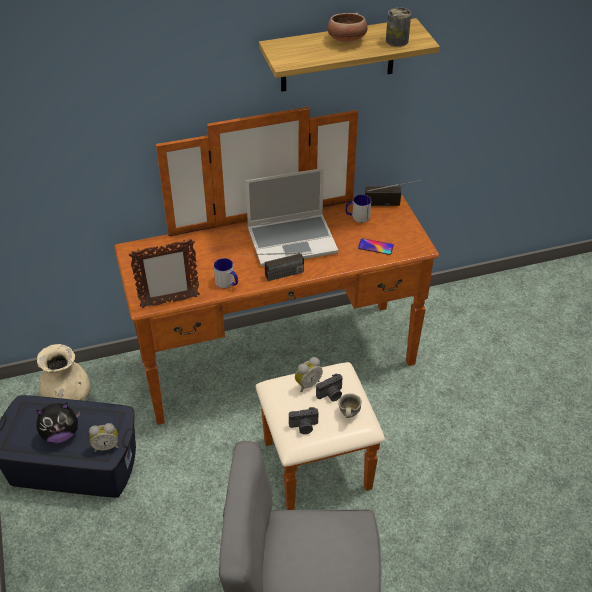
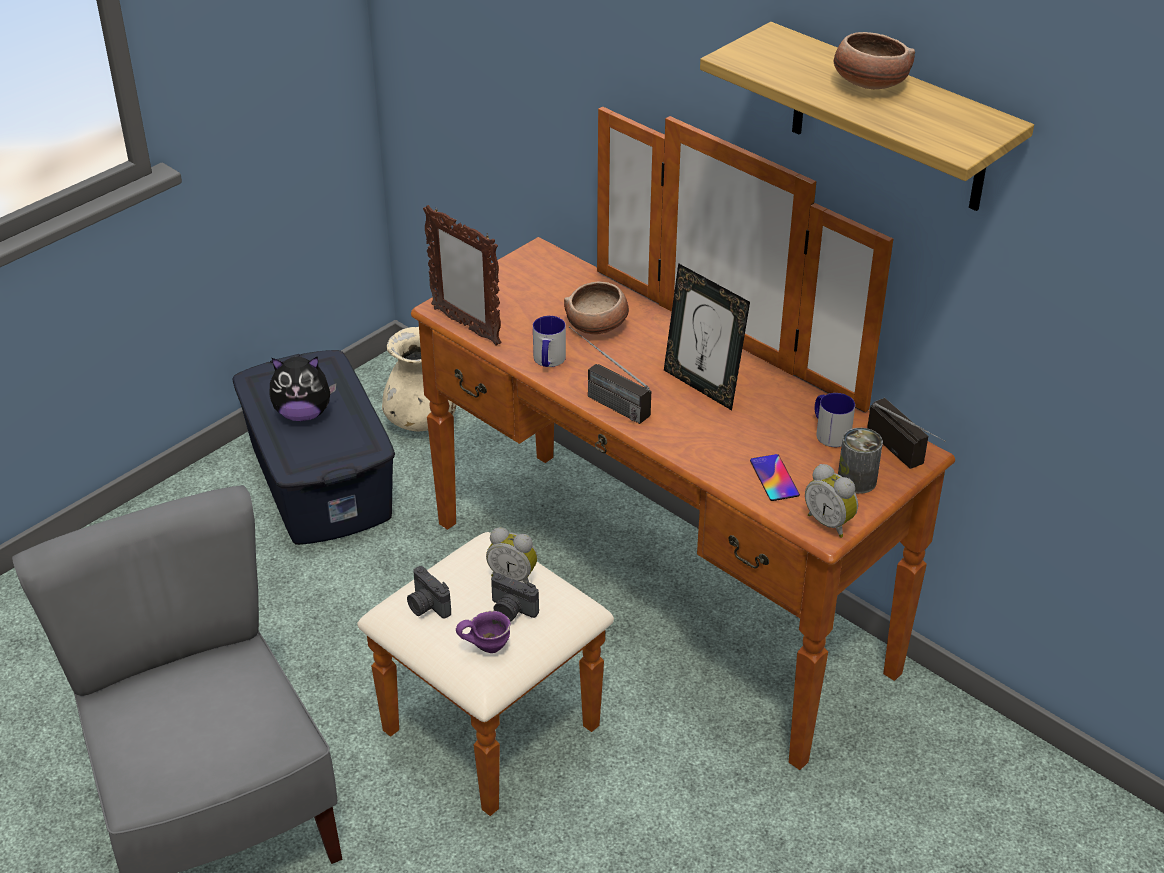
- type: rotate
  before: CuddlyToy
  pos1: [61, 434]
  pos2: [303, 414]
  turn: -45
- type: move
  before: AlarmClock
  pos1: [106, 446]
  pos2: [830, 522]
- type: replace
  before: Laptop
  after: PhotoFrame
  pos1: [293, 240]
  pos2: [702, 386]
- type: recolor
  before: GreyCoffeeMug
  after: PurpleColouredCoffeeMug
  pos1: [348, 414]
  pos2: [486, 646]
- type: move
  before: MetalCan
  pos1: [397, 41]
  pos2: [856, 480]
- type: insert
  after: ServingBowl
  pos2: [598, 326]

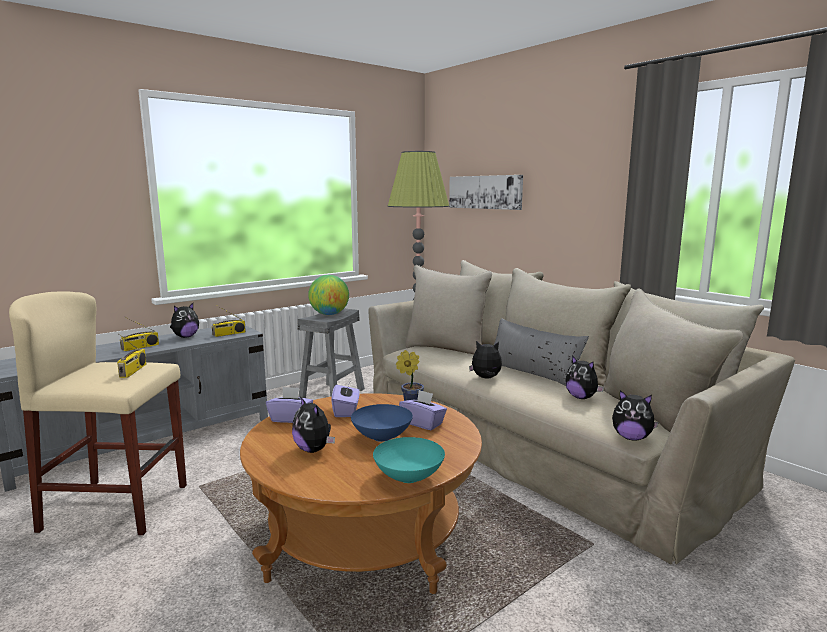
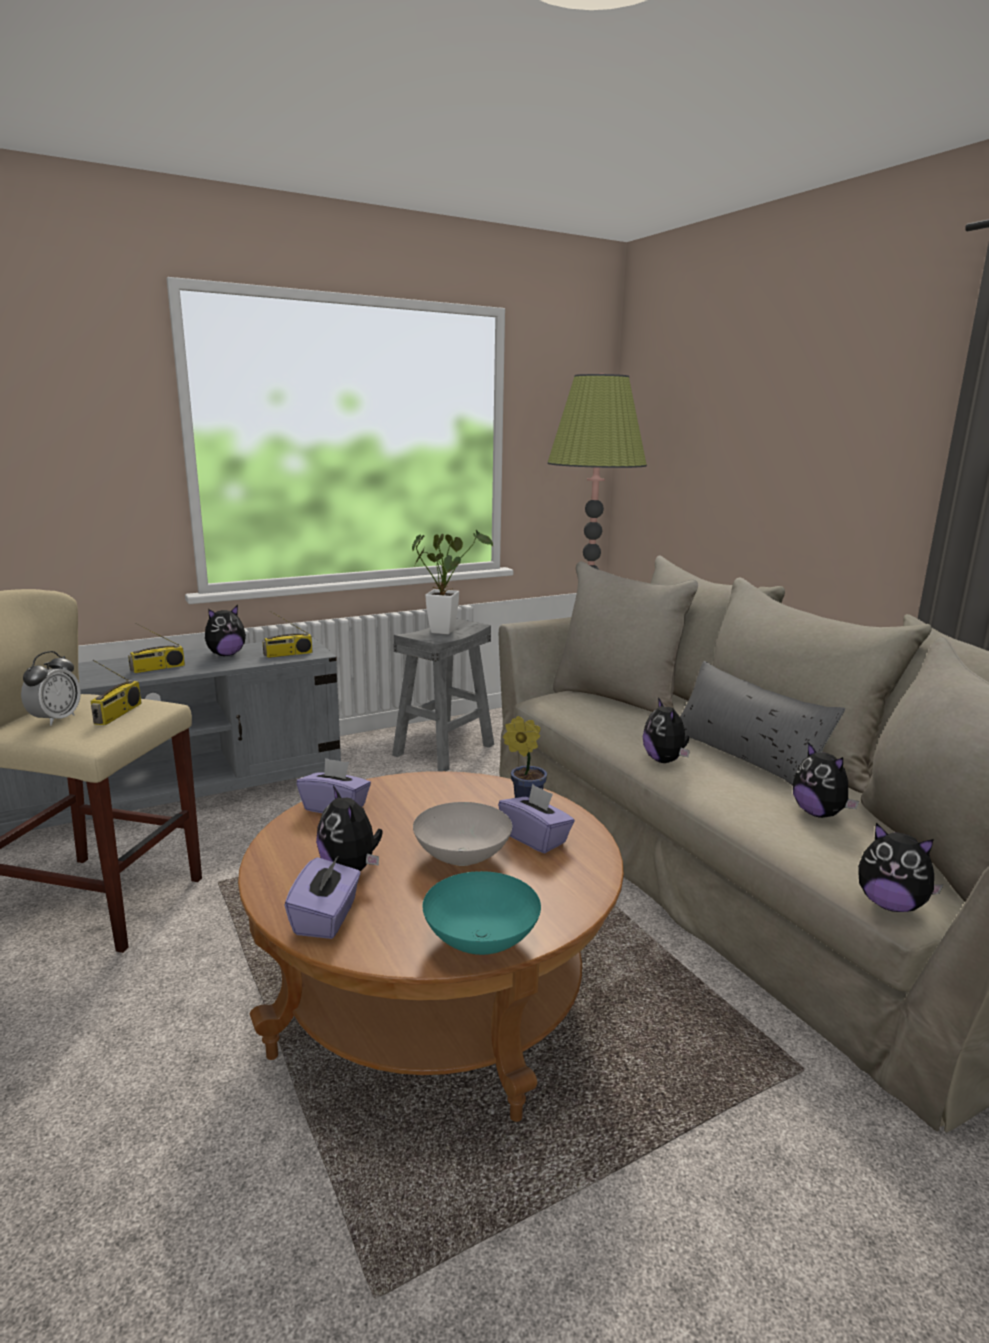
- type: replace
  before: WorldGlobe
  after: Houseplant
  pos1: [329, 314]
  pos2: [445, 630]
- type: move
  before: PurpleColouredBoxOfTissues
  pos1: [346, 411]
  pos2: [326, 918]
- type: recolor
  before: BlueServingBowl
  after: WhiteServingBowl
  pos1: [381, 438]
  pos2: [461, 858]
- type: delete
  before: WallArt
  pos1: [485, 192]
- type: rotate
  before: CuddlyToy
  pos1: [486, 378]
  pos2: [665, 760]
  turn: -120
- type: insert
  after: AlarmClock
  pos2: [55, 719]

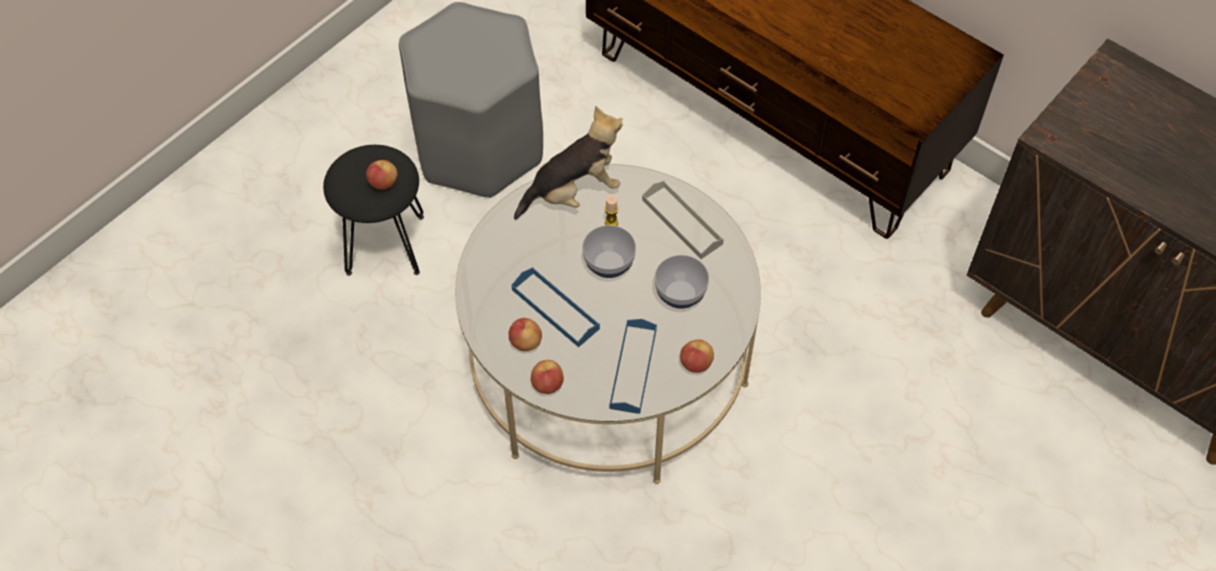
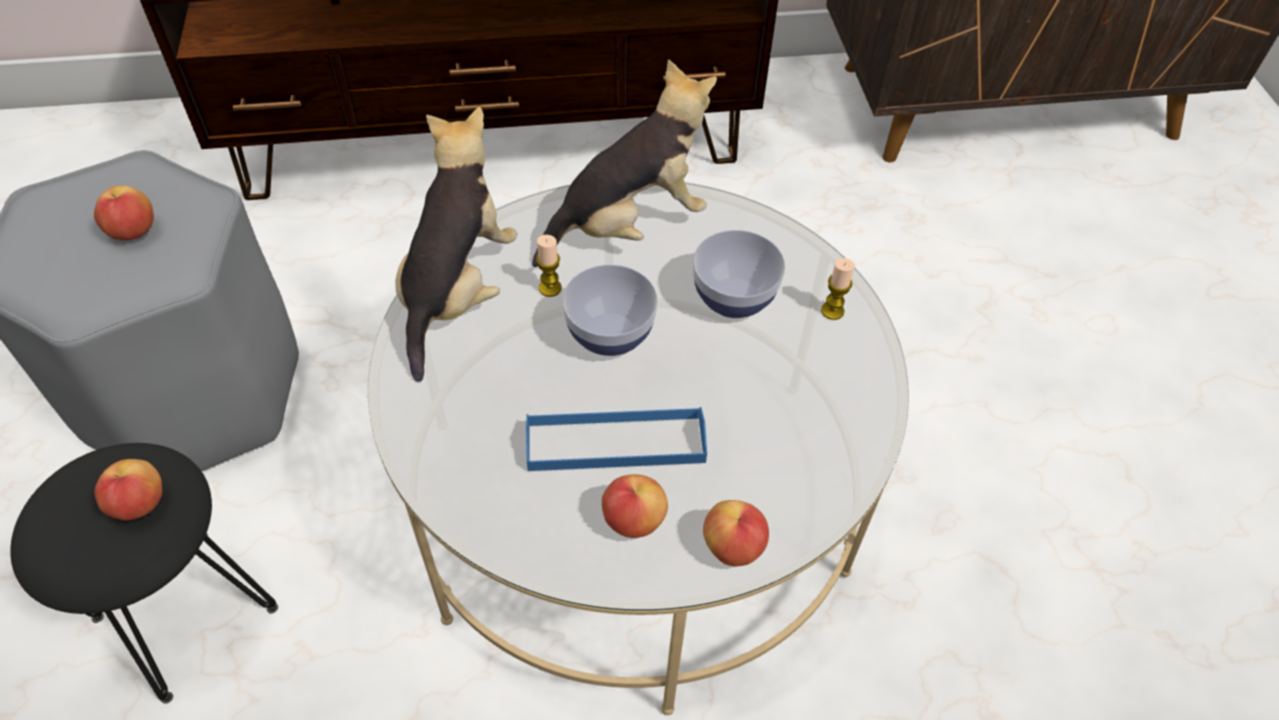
- type: delete
  before: BlueCarryingTray
  pos1: [633, 368]
- type: replace
  before: GreyCarryingTray
  after: CuddlyToy
  pos1: [682, 222]
  pos2: [629, 224]
- type: move
  before: Apple
  pos1: [696, 364]
  pos2: [134, 231]
- type: insert
  after: WaxLight
  pos2: [832, 311]

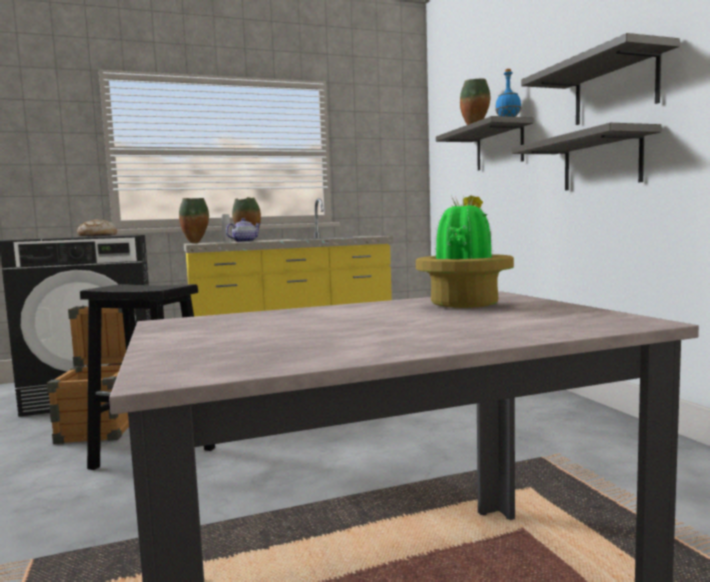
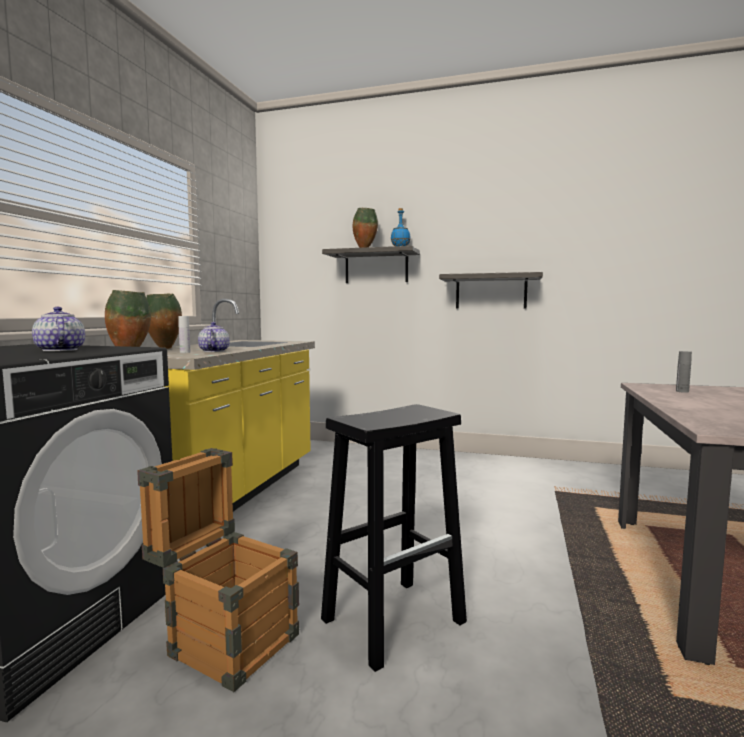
- type: replace
  before: BakeryBread
  after: PotForTea
  pos1: [97, 236]
  pos2: [59, 350]
- type: replace
  before: Houseplant
  after: GreyBeverageBottle
  pos1: [465, 304]
  pos2: [682, 391]
- type: delete
  before: WallShelf
  pos1: [615, 89]

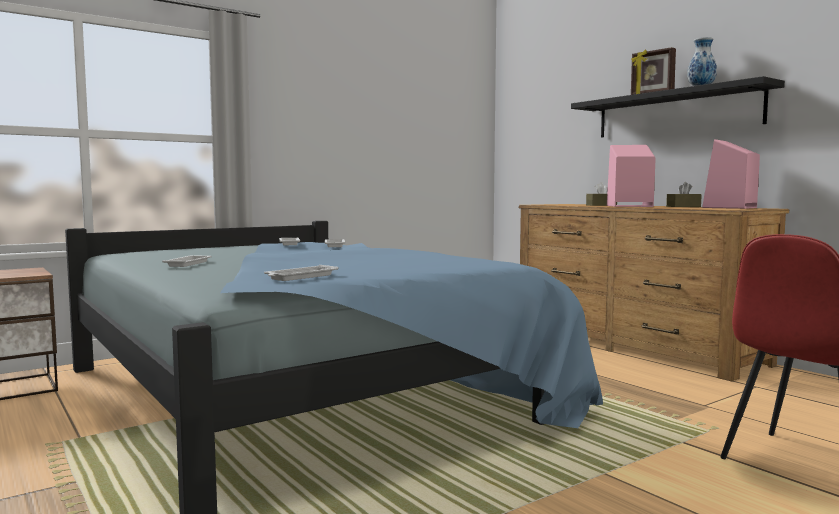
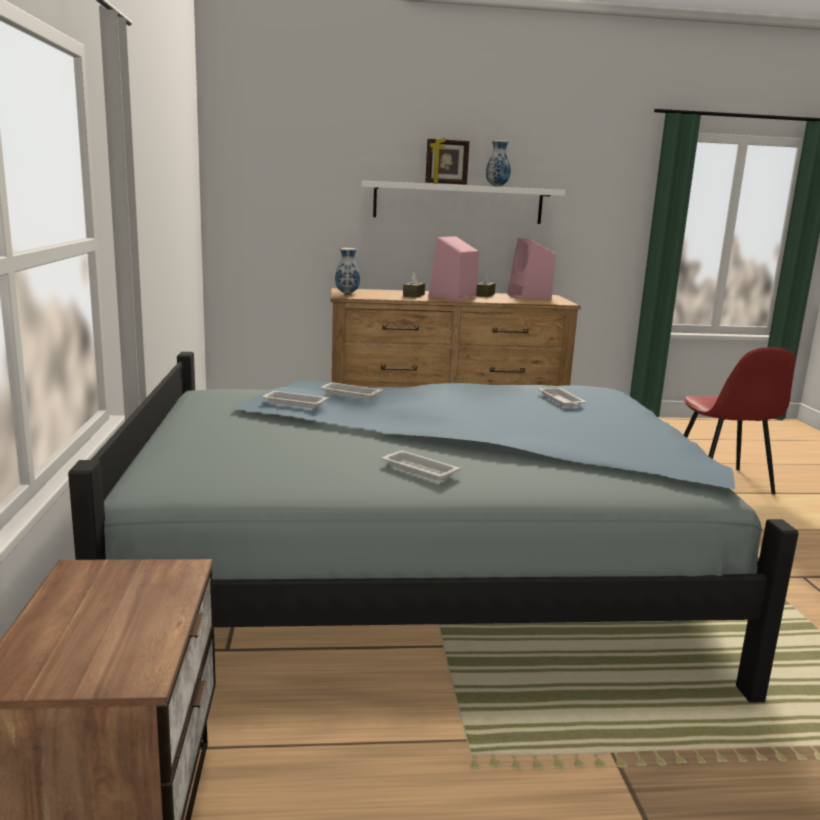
- type: move
  before: WhiteCarryingTray
  pos1: [300, 277]
  pos2: [561, 400]
- type: recolor
  before: BlackishWallShelf
  after: WhiteWallShelf
  pos1: [675, 113]
  pos2: [458, 203]
- type: insert
  after: FlowerVase
  pos2: [347, 293]

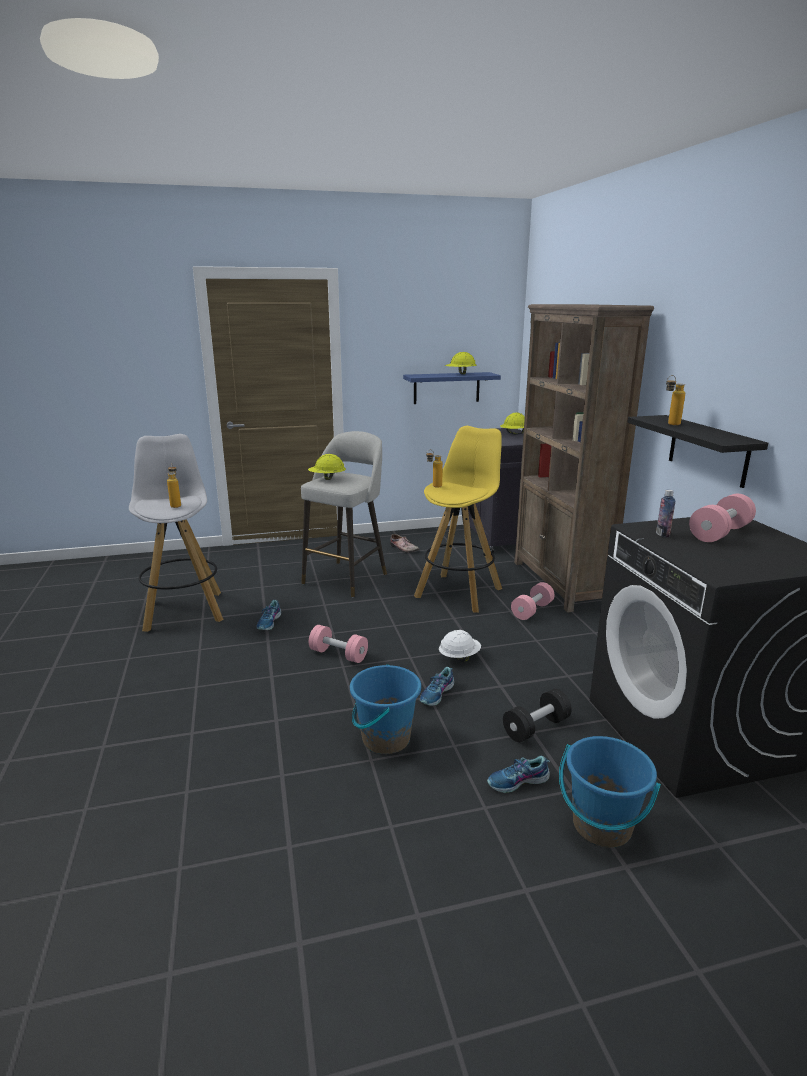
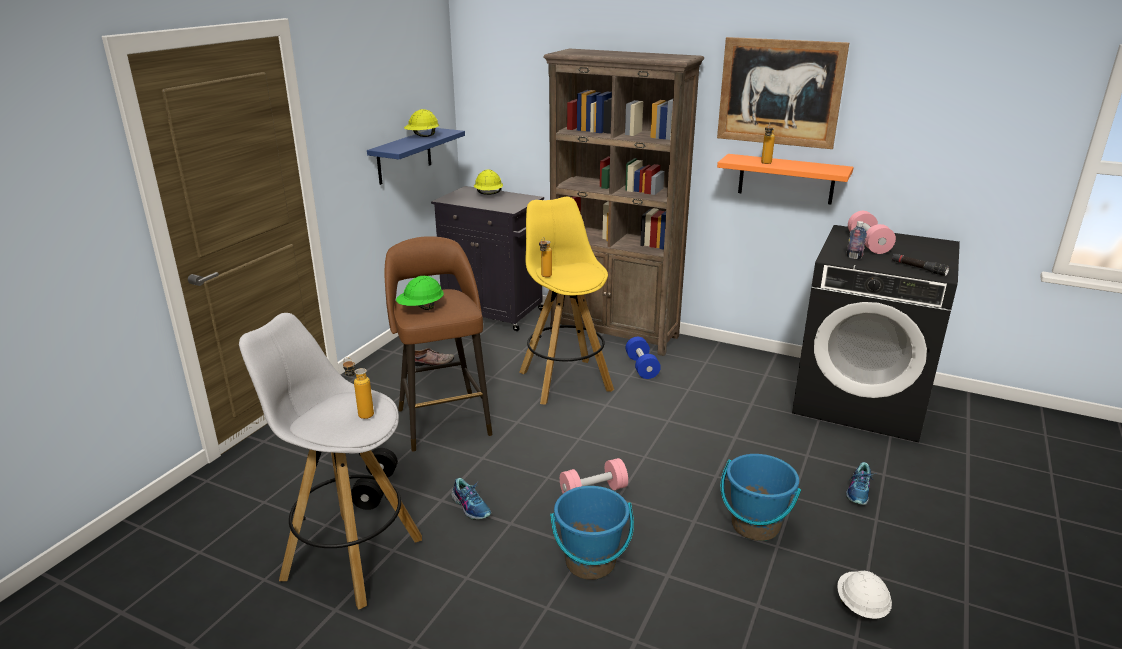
- type: recolor
  before: GreySittingStool
  after: BrownSittingStool
  pos1: [346, 578]
  pos2: [443, 420]
- type: recolor
  before: YellowHardHat
  after: GreenColouredHardHat
  pos1: [327, 479]
  pos2: [421, 308]
- type: delete
  before: ItemOfFootwear
  pos1: [437, 694]
- type: move
  before: WhiteHardHat
  pos1: [459, 657]
  pos2: [860, 606]
- type: move
  before: BlackishFreeWeight
  pos1: [536, 727]
  pos2: [376, 490]
- type: recolor
  before: PinkishFreeWeight
  after: BlueFreeWeight
  pos1: [532, 610]
  pos2: [642, 367]
- type: move
  before: BlueWaterBucket
  pos1: [601, 826]
  pos2: [590, 562]
- type: recolor
  before: BlackishWallShelf
  after: OrangeColouredWallShelf
  pos1: [708, 450]
  pos2: [786, 179]
- type: insert
  after: WallArt
  pos2: [779, 92]
- type: insert
  after: BlackishHandTorch
  pos2: [918, 268]

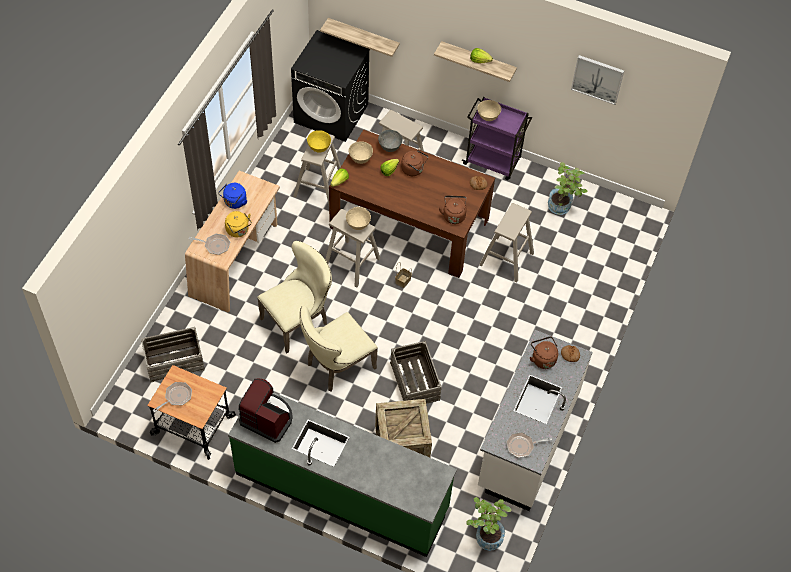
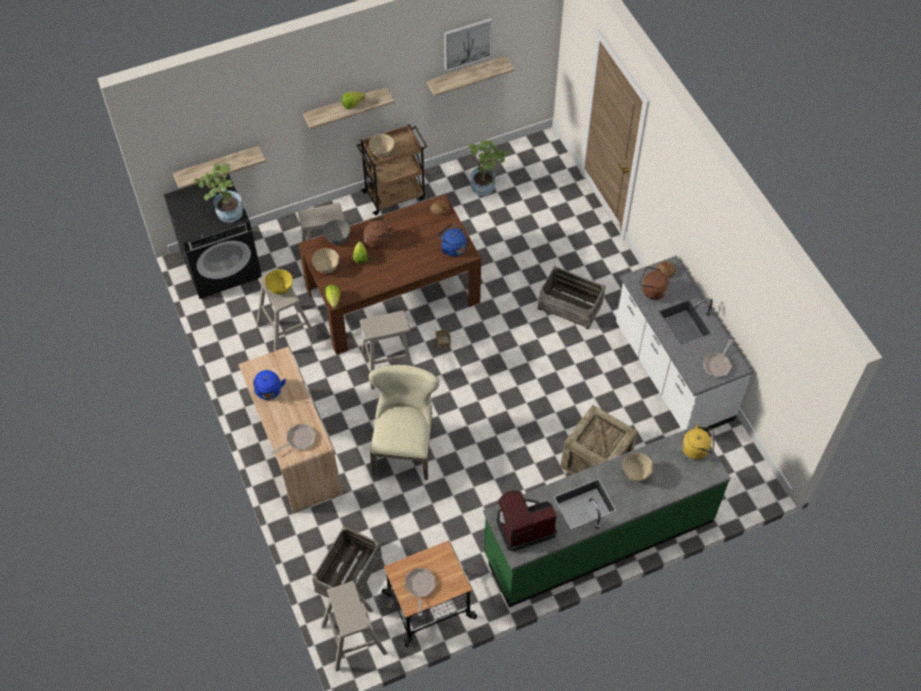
- type: move
  before: YellowKettle
  pos1: [238, 231]
  pos2: [697, 449]
- type: delete
  before: BeigeColouredChair
  pos1: [336, 366]
- type: move
  before: BeigeColouredServingBowl
  pos1: [358, 225]
  pos2: [636, 474]
- type: move
  before: ShippingCrate
  pos1: [415, 381]
  pos2: [570, 305]
- type: recolor
  before: BrownKettle
  after: BlueKettle
  pos1: [453, 215]
  pos2: [452, 248]
- type: recolor
  before: PurpleColouredCart
  after: BrownCart
  pos1: [493, 161]
  pos2: [395, 195]
- type: move
  before: Houseplant
  pos1: [485, 535]
  pos2: [225, 213]
- type: move
  before: BeigeColouredSittingStool
  pos1: [506, 259]
  pos2: [354, 639]
- type: insert
  after: WallShelf
  pos2: [466, 76]

